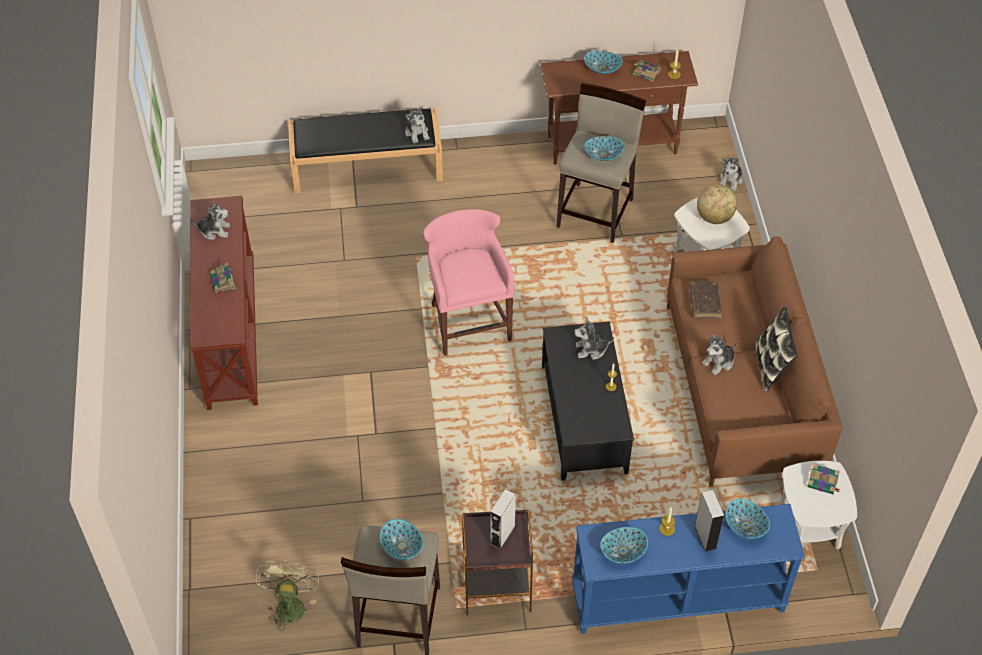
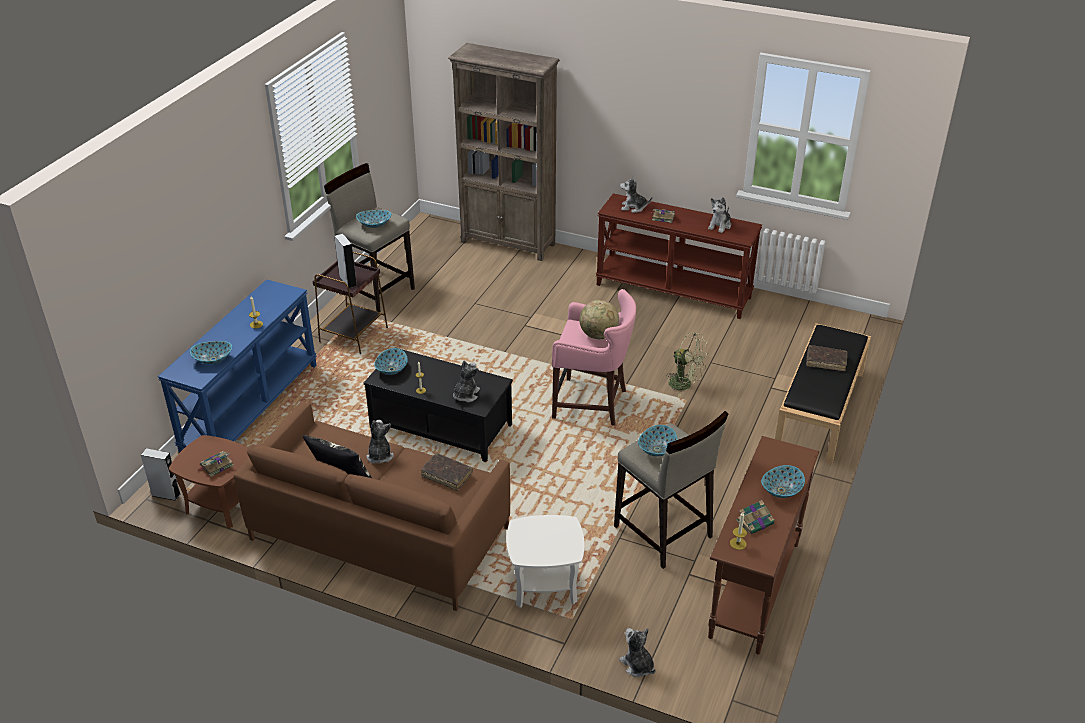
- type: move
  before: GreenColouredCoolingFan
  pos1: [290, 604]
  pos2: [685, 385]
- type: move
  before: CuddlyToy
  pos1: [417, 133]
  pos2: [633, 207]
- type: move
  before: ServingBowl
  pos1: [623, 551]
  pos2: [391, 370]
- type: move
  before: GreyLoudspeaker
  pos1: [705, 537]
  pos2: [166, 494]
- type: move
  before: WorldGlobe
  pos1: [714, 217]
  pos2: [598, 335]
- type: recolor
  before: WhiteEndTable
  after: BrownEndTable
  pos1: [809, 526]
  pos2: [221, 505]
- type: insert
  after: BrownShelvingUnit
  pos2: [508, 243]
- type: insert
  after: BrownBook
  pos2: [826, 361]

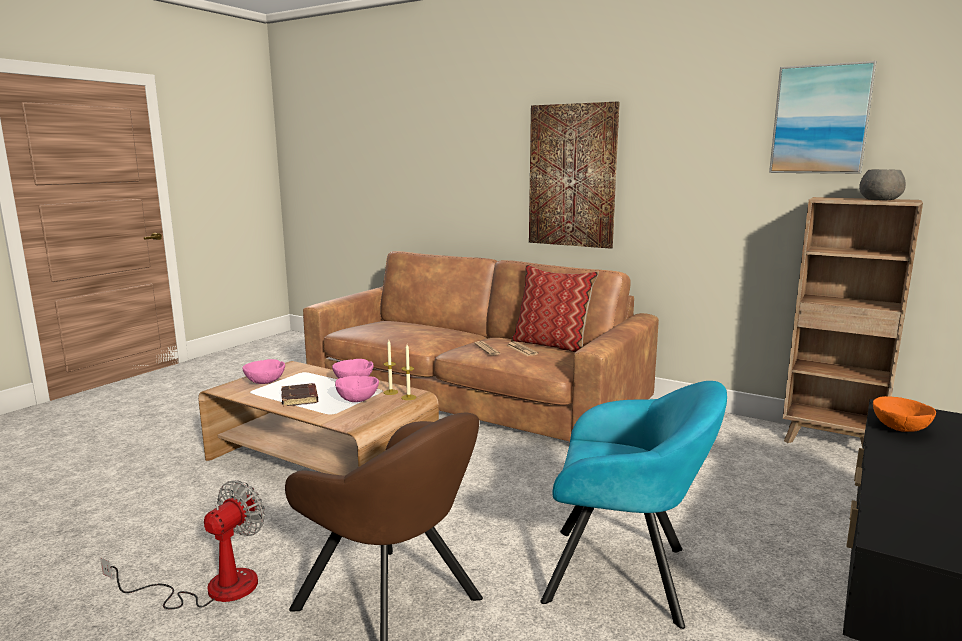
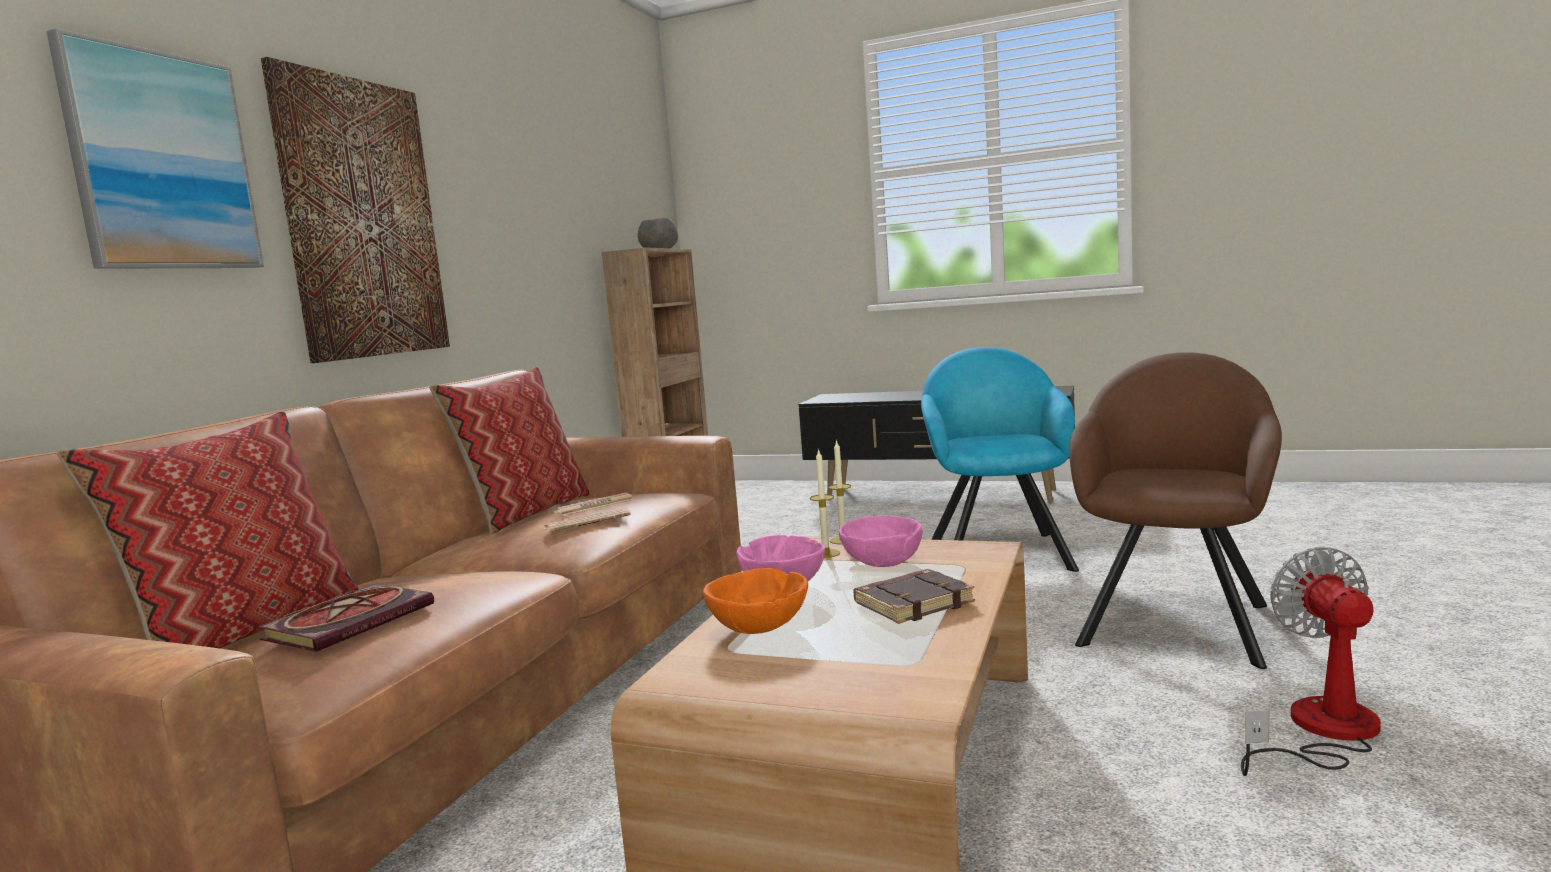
- type: rotate
  before: CoolingFan
  pos1: [213, 588]
  pos2: [1321, 732]
  turn: 75
- type: delete
  before: PinkishServingBowl
  pos1: [266, 382]
- type: move
  before: WallArt
  pos1: [820, 120]
  pos2: [161, 162]
- type: move
  before: OrangeColouredServingBowl
  pos1: [901, 429]
  pos2: [759, 628]
- type: insert
  after: Cushion
  pos2: [245, 630]
- type: insert
  after: Book
  pos2: [351, 621]

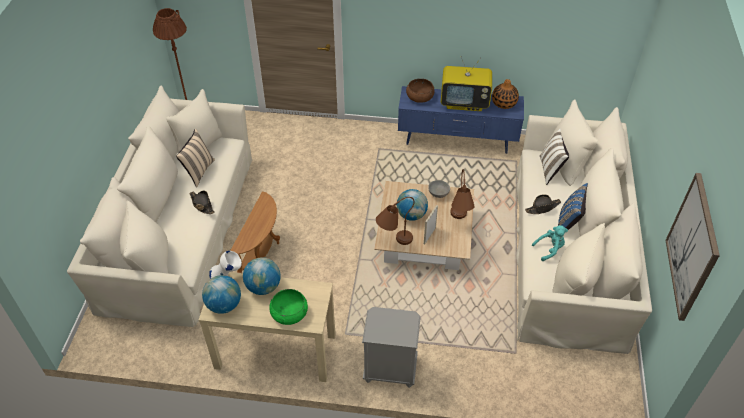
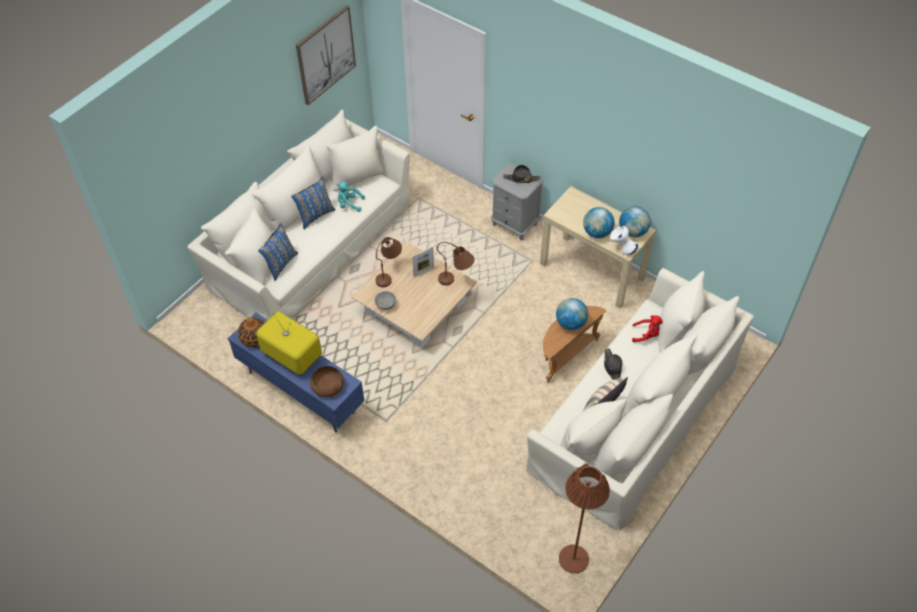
- type: delete
  before: GreenColouredServingBowl
  pos1: [289, 312]
- type: move
  before: WorldGlobe
  pos1: [411, 215]
  pos2: [570, 323]
- type: move
  before: BlackishHat
  pos1: [542, 207]
  pos2: [521, 178]
- type: recolor
  before: WhiteCushion
  after: BlueCushion
  pos1: [550, 170]
  pos2: [280, 264]
- type: insert
  after: RedColouredCuddlyToy
  pos2: [647, 335]

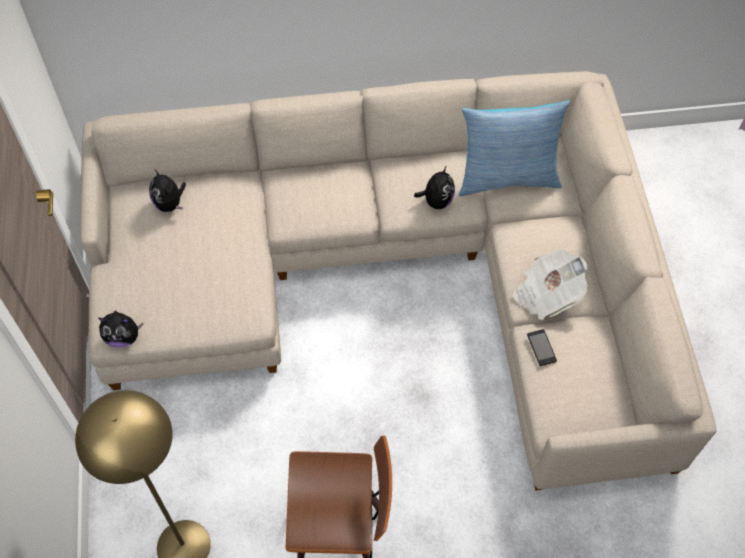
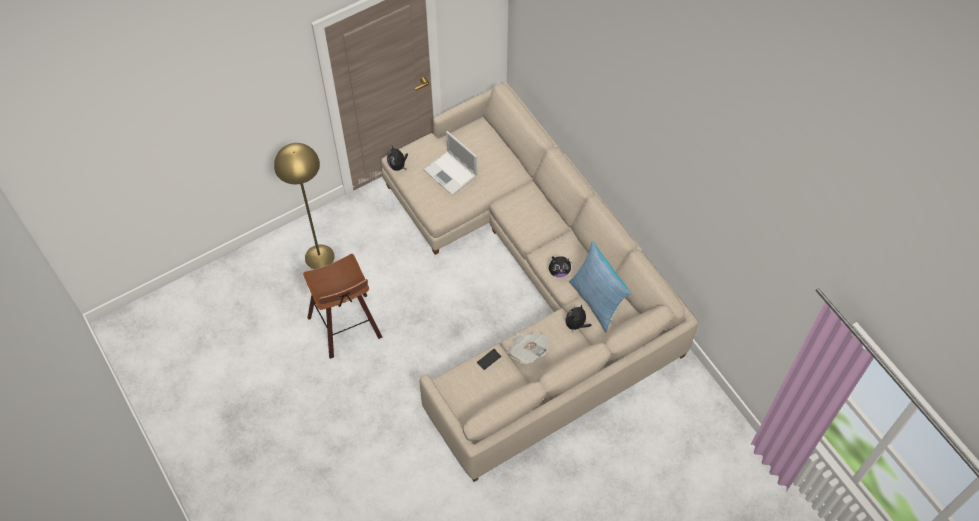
- type: move
  before: CuddlyToy
  pos1: [170, 204]
  pos2: [576, 325]
- type: insert
  after: Laptop
  pos2: [451, 173]

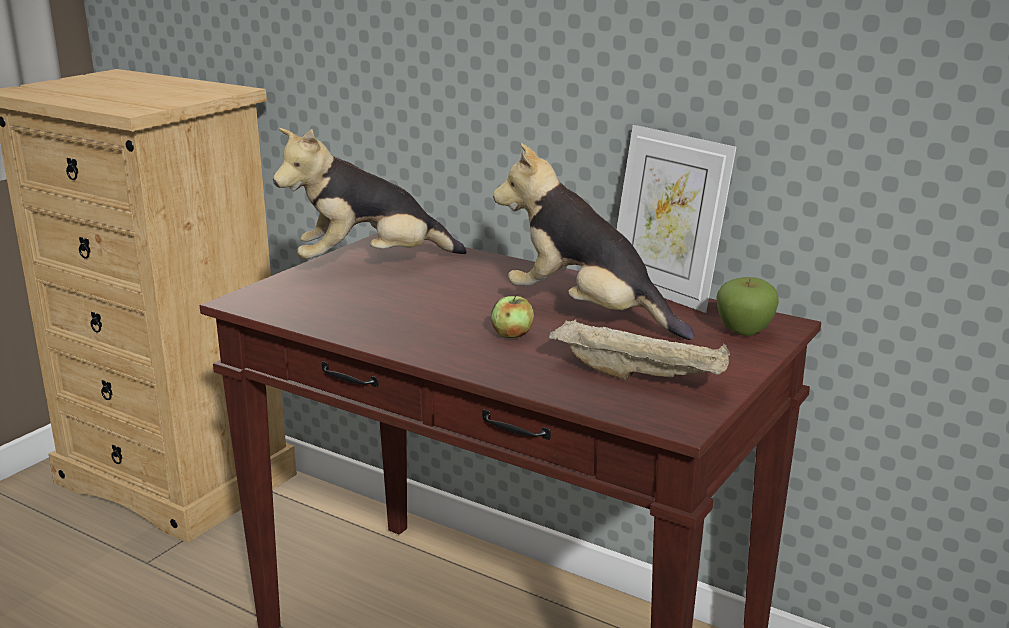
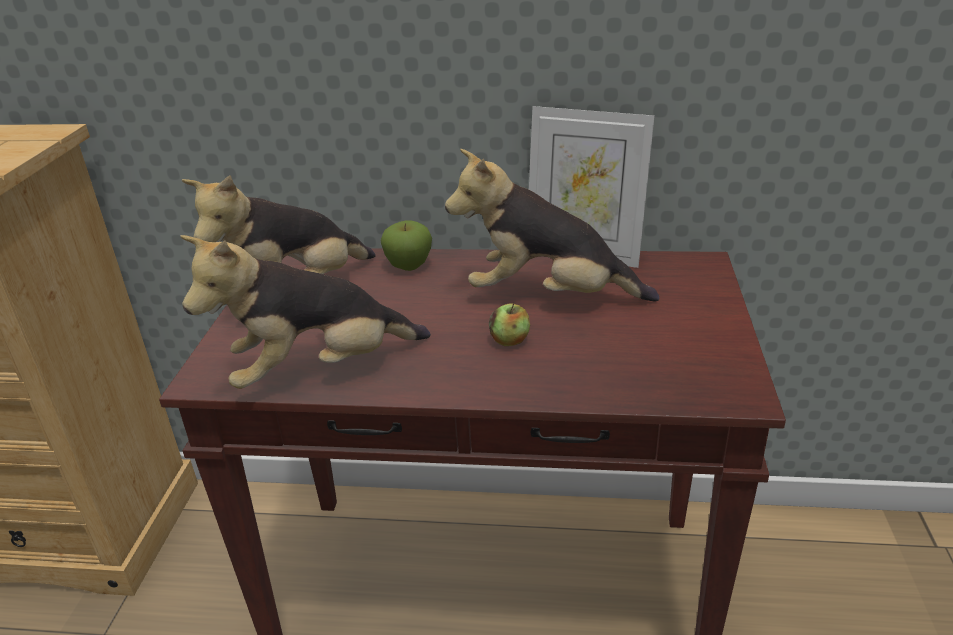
- type: delete
  before: BeigeColouredCarryingTray
  pos1: [641, 377]
- type: move
  before: Apple
  pos1: [744, 331]
  pos2: [409, 266]
- type: insert
  after: CuddlyToy
  pos2: [319, 370]

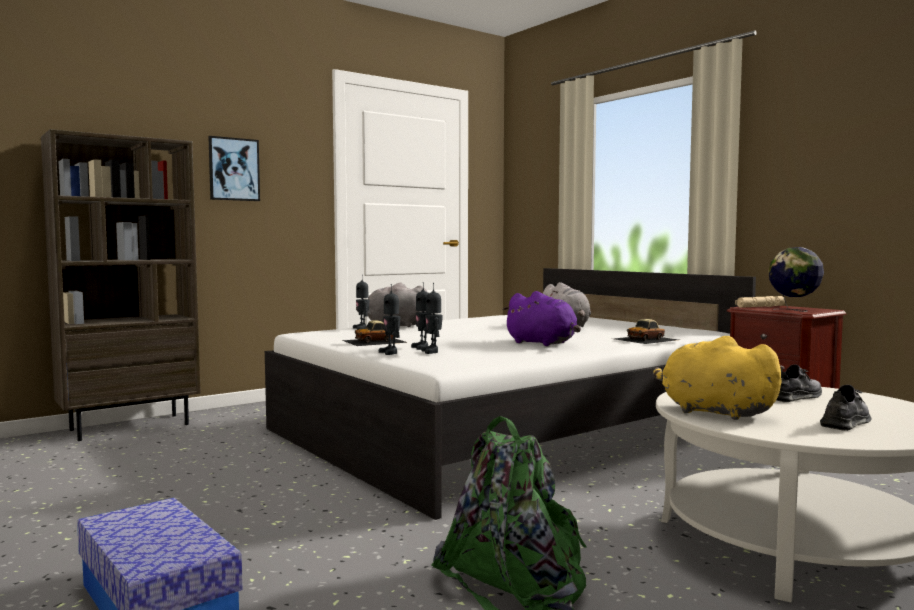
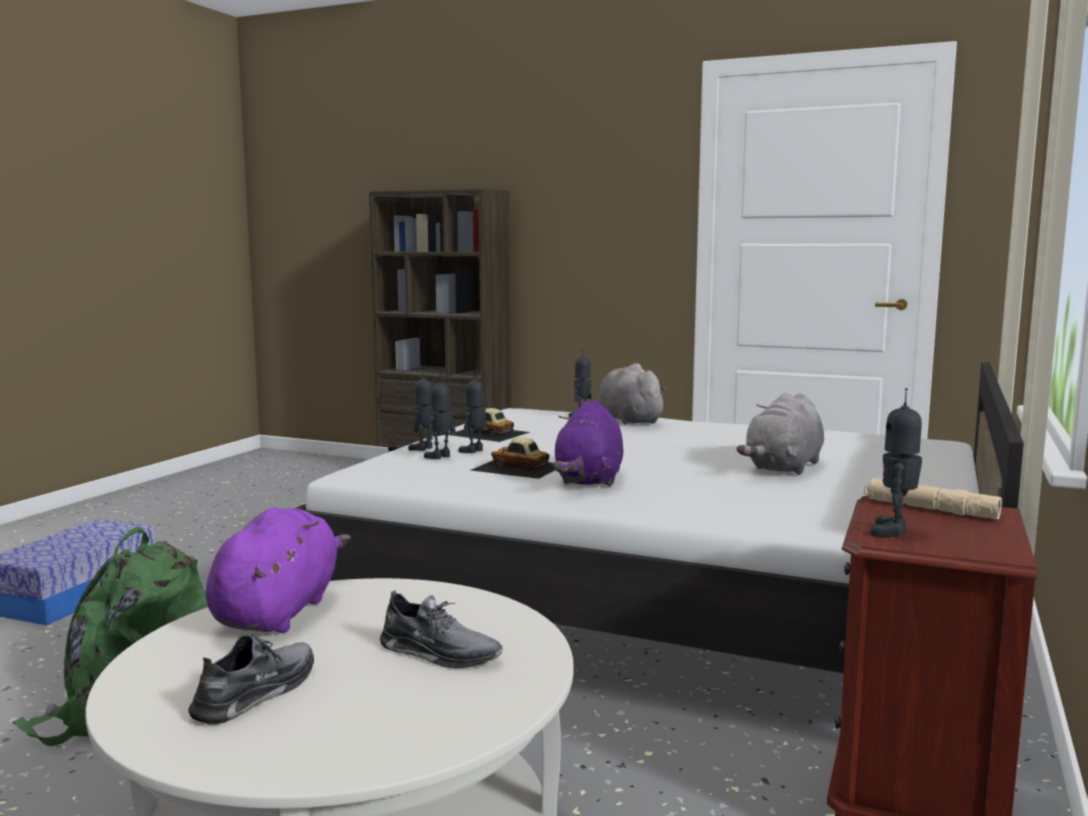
- type: delete
  before: WallArt
  pos1: [234, 169]
- type: move
  before: MiniatureCar
  pos1: [646, 339]
  pos2: [519, 467]
- type: recolor
  before: YellowCuddlyToy
  after: PurpleColouredCuddlyToy
  pos1: [712, 412]
  pos2: [279, 611]
- type: replace
  before: WorldGlobe
  after: ModelRobot
  pos1: [794, 311]
  pos2: [894, 532]
- type: rotate
  before: GreyItemOfFootwear
  pos1: [846, 422]
  pos2: [257, 693]
  turn: -75

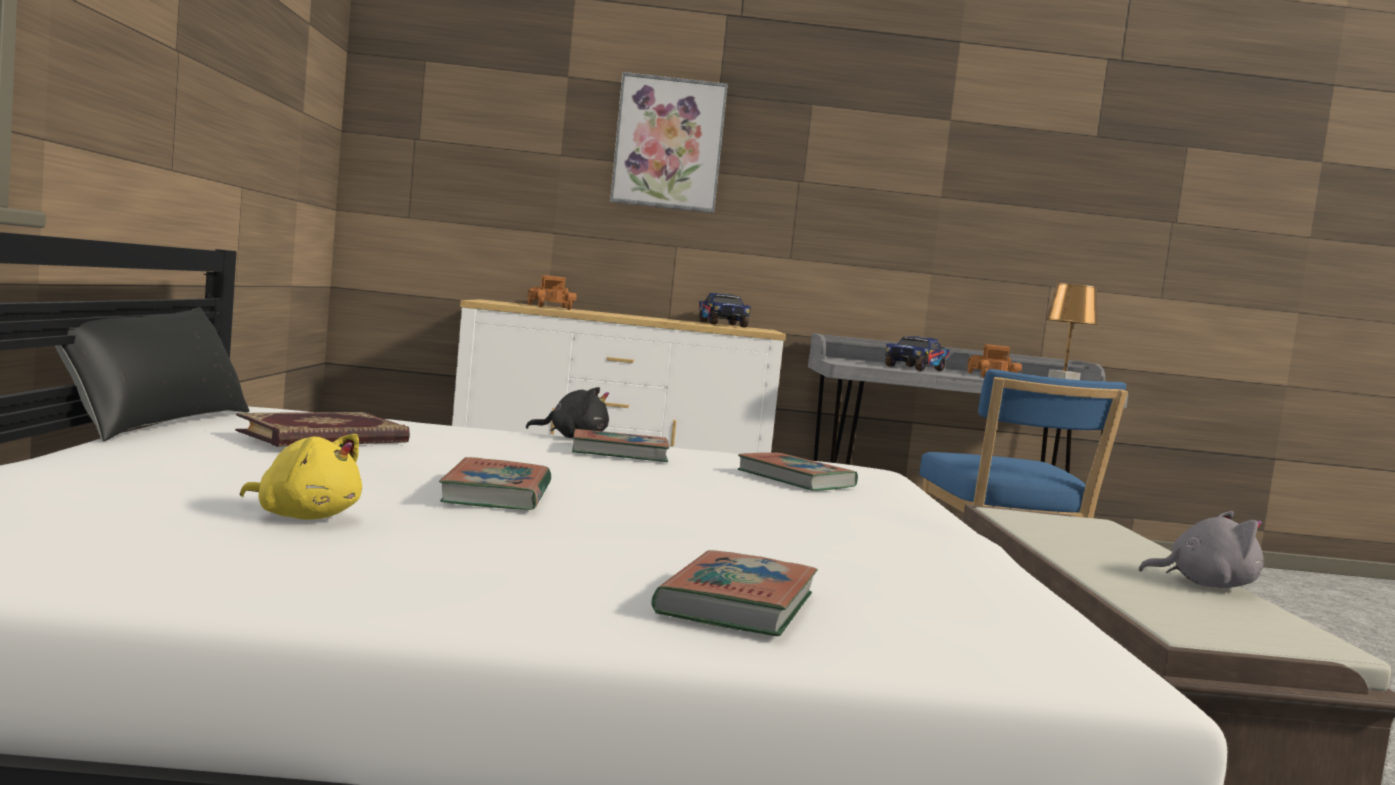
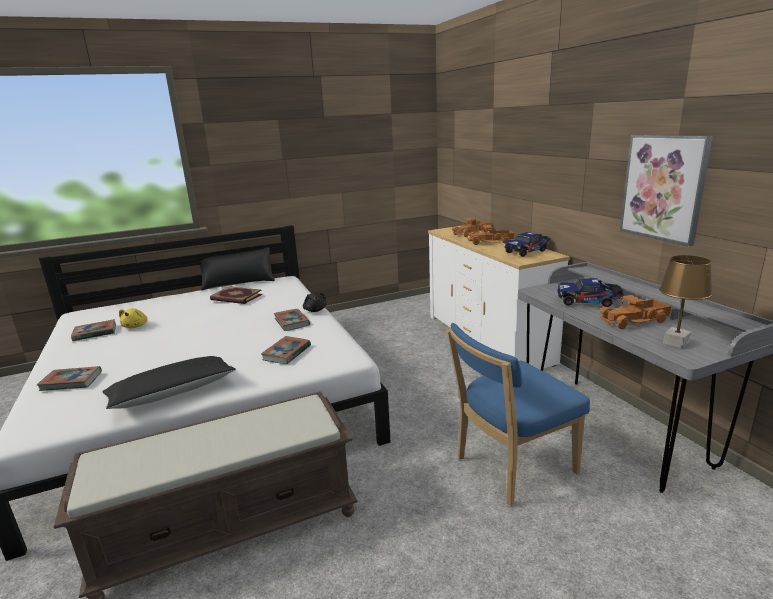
- type: move
  before: Book
  pos1: [497, 494]
  pos2: [95, 333]
- type: move
  before: WallArt
  pos1: [668, 143]
  pos2: [663, 188]
- type: delete
  before: GreyCuddlyToy
  pos1: [1205, 584]
- type: insert
  after: BlackishCushion
  pos2: [172, 393]
- type: insert
  after: ToyTruck
  pos2: [490, 242]

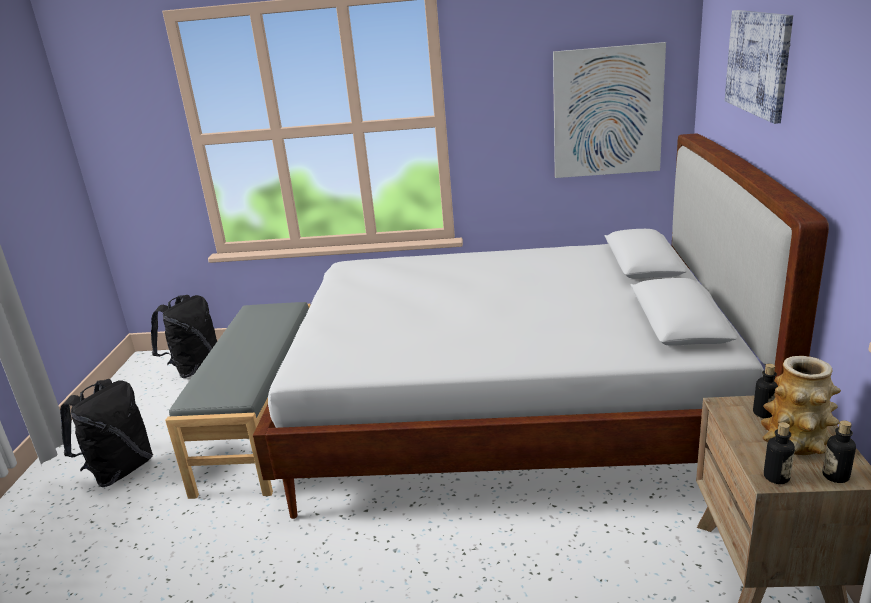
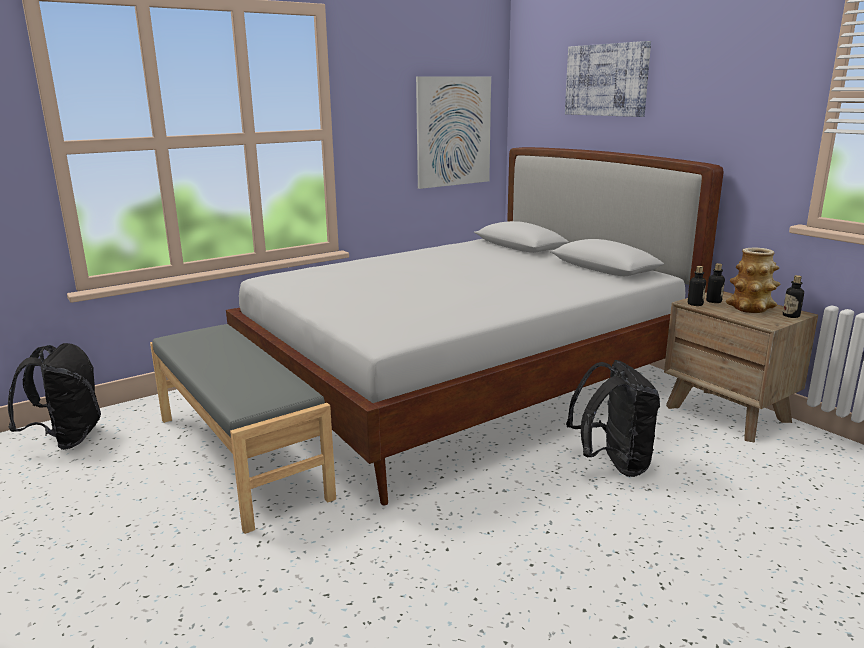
- type: move
  before: BlackishBackpack
  pos1: [120, 470]
  pos2: [612, 464]
- type: move
  before: BeverageBottle
  pos1: [776, 477]
  pos2: [695, 304]

